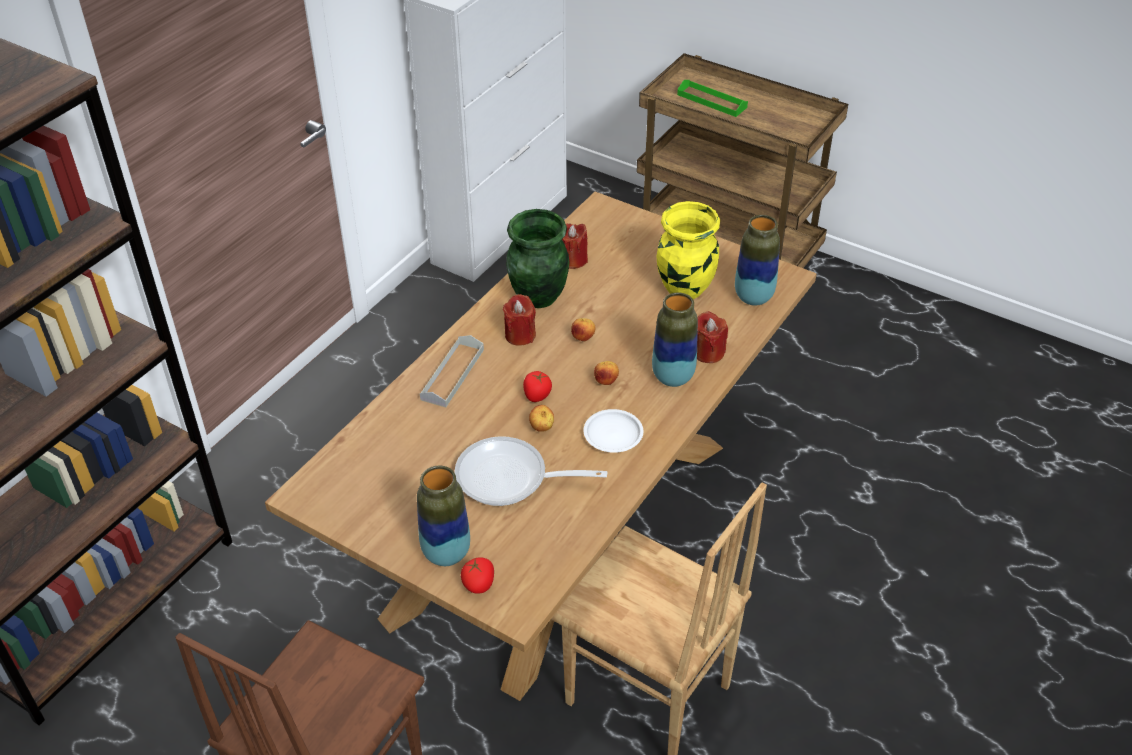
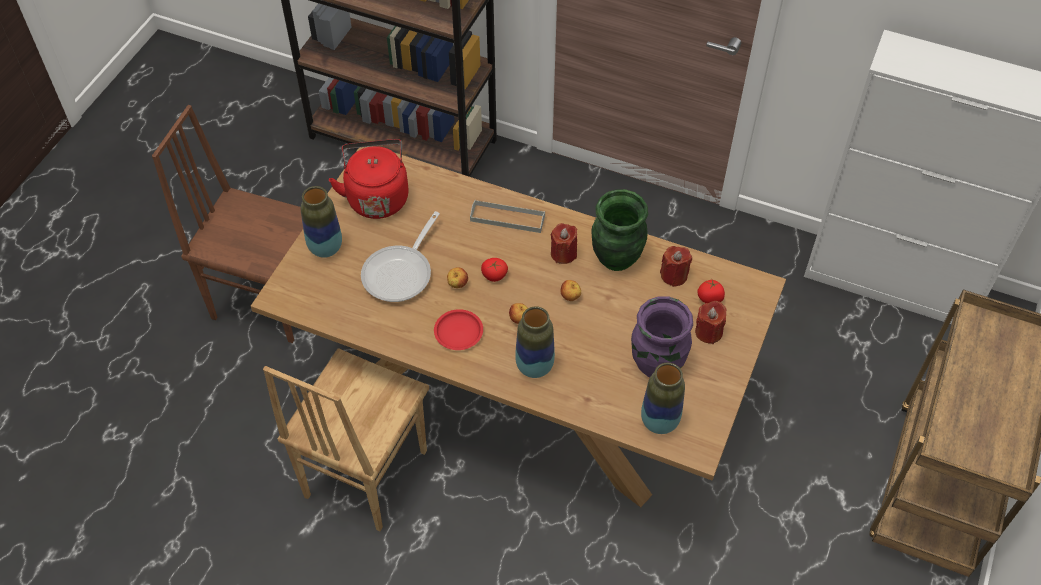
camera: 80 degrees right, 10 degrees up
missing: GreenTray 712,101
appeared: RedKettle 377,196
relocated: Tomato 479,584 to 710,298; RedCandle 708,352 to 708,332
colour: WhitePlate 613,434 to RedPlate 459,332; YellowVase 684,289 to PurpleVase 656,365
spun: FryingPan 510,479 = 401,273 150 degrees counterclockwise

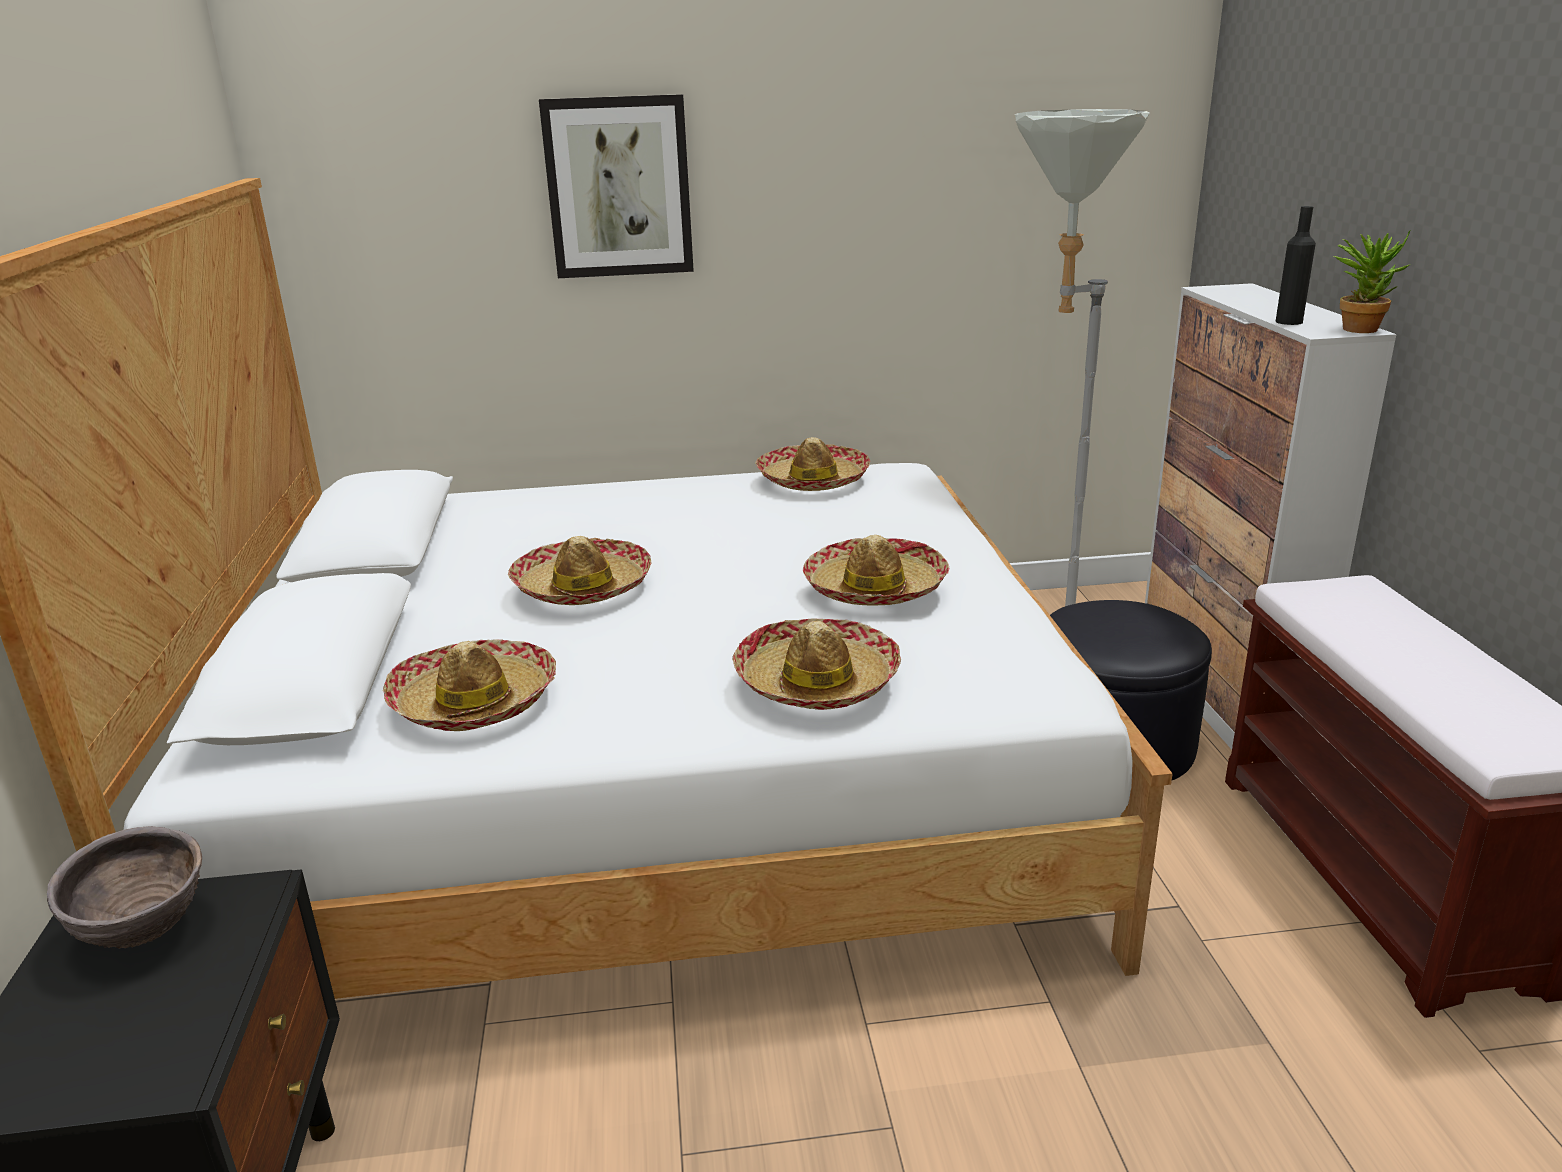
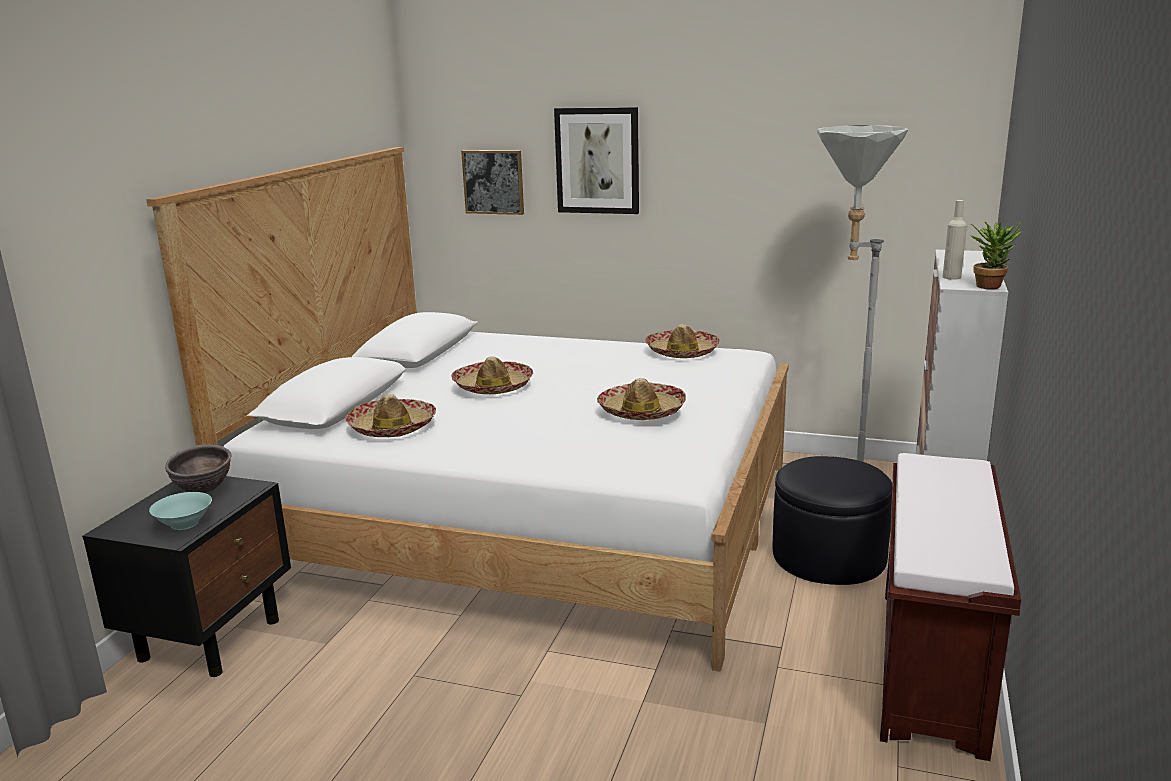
camera: 25 degrees right, 5 degrees down
missing: Hat 817,681
appeared: TurquoiseBowl 184,523; Picture 493,182
colour: BlackBottle 1289,322 to BeigeBottle 951,277

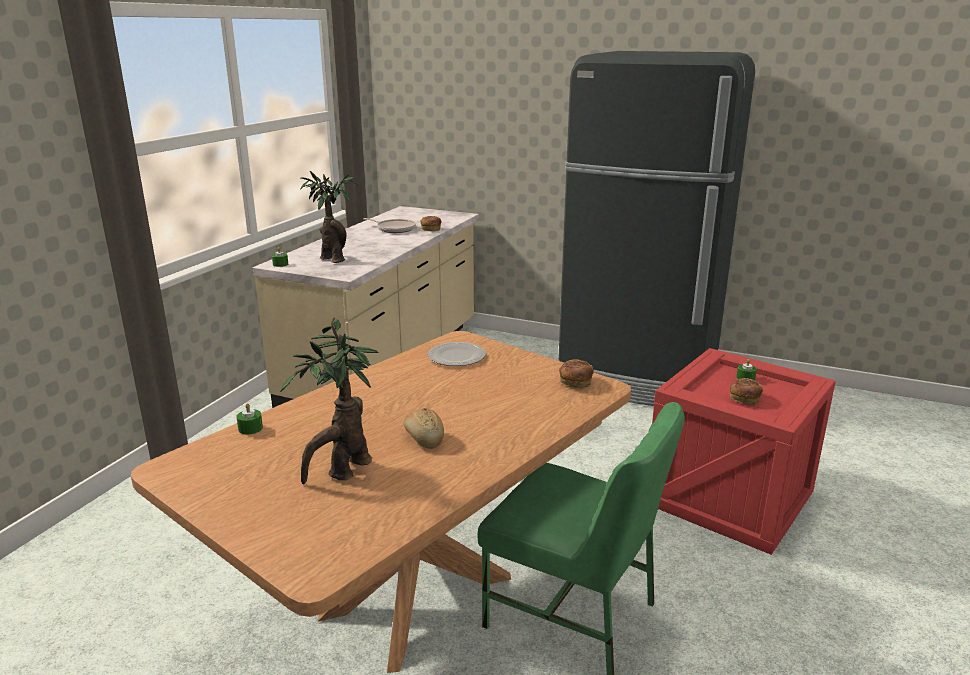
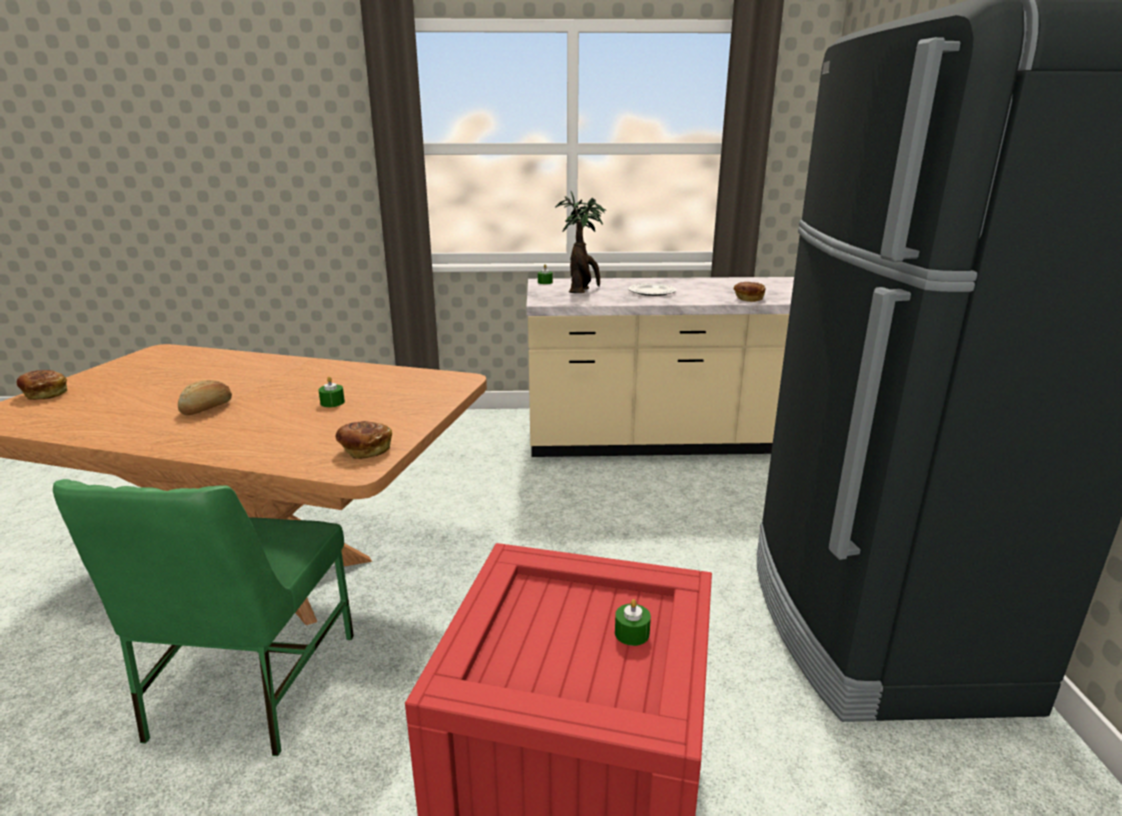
camera: 65 degrees right, 0 degrees up
missing: PottedPlant 343,471; FryingPan 394,229
relocated: GreenCandle 250,428 to 332,402; Plate 456,356 to 652,291; Bread 744,399 to 45,394

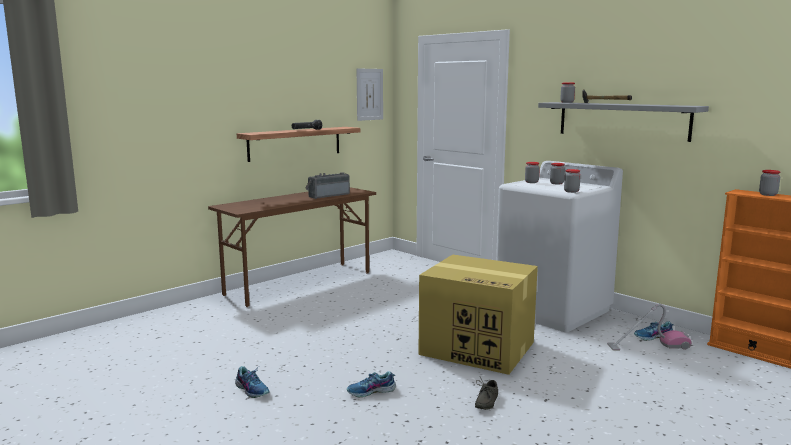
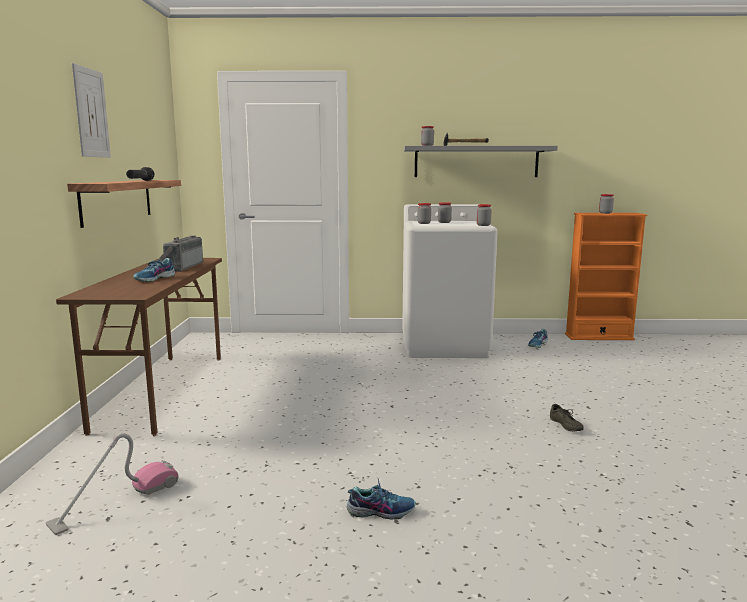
camera: 45 degrees left, 0 degrees up
missing: CardboardBox 478,348
relocated: Shoe 371,391 to 155,278; Picture 369,94 to 91,113; VacuumCleaner 648,346 to 116,502

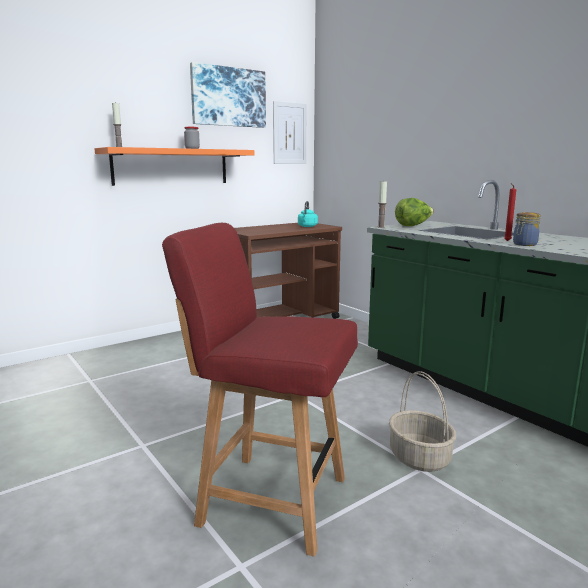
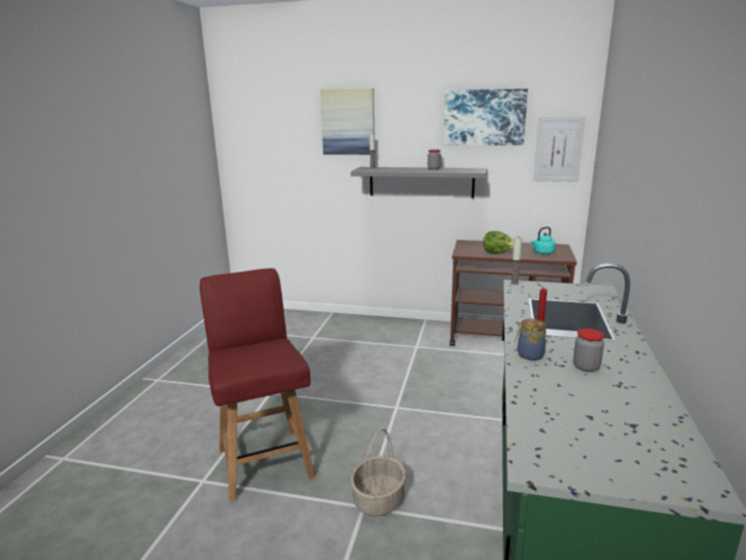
camera: 50 degrees right, 5 degrees up
appeared: Picture 348,122; Jar 586,367
relocated: Lettuce 413,226 to 498,253
colour: OrangeShelf 171,167 to GreyShelf 421,182

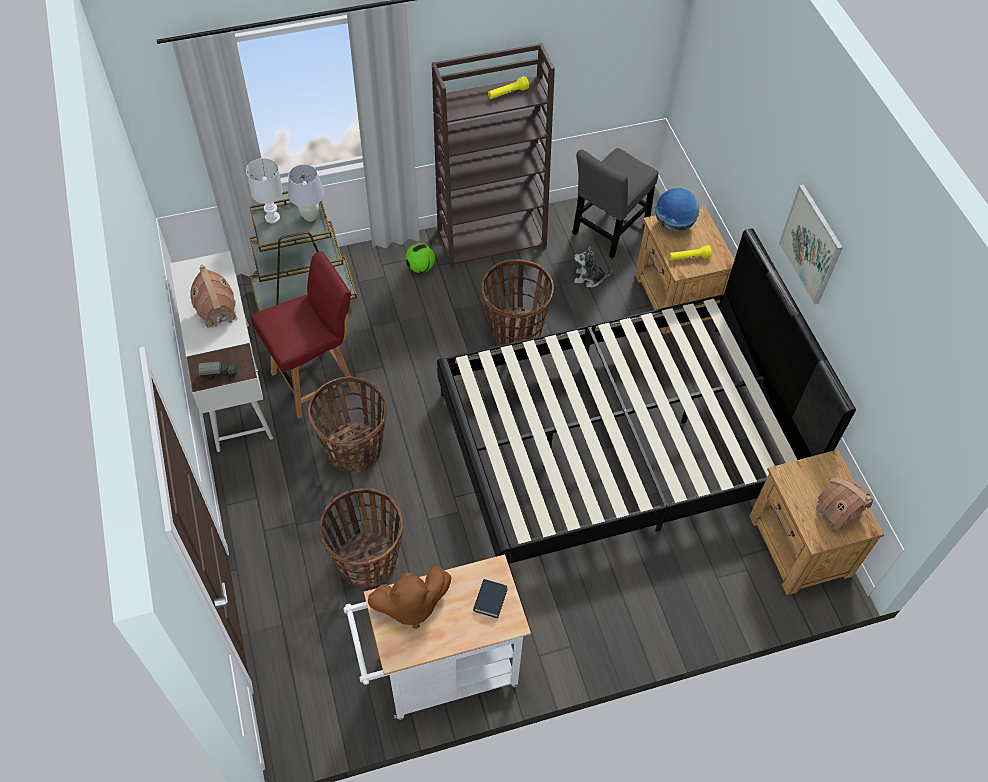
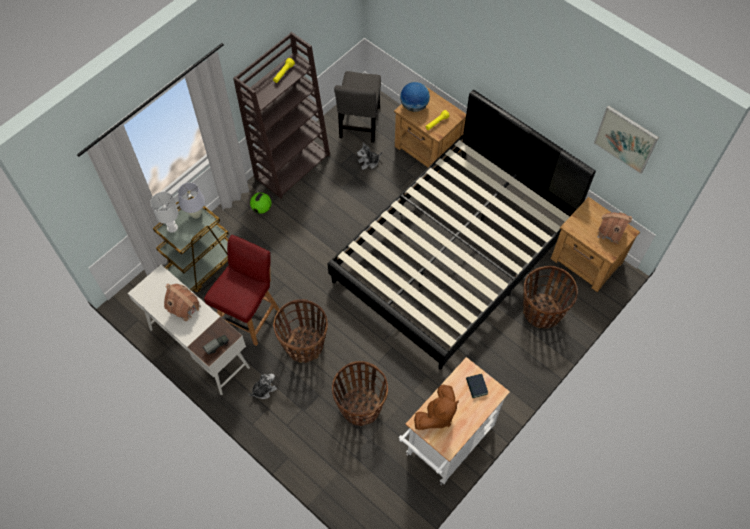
camera: 30 degrees left, 5 degrees up
appeared: PlushToy 264,389
relocated: Basket 515,330 to 542,312; Picture 811,244 to 625,139

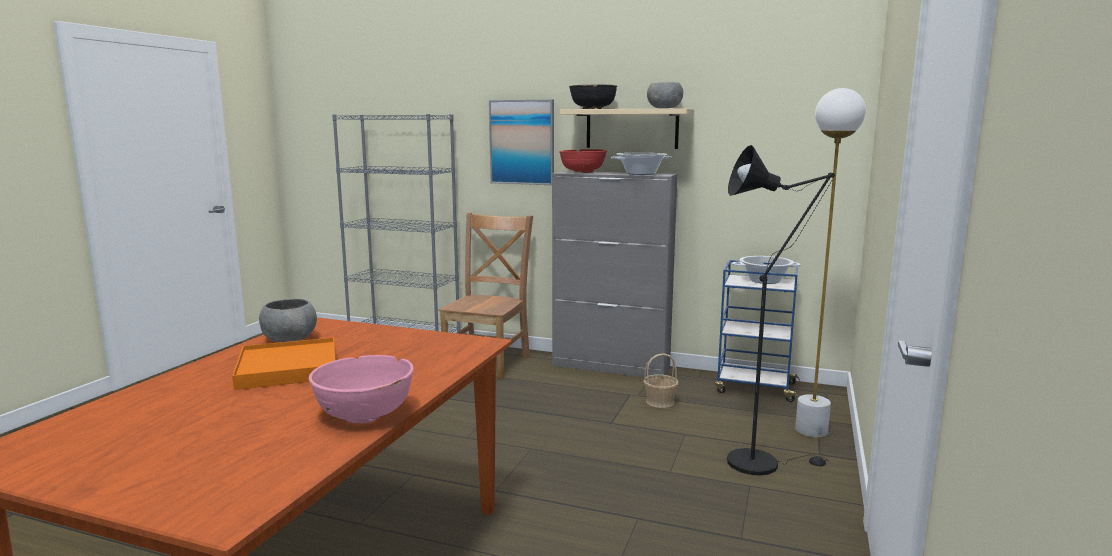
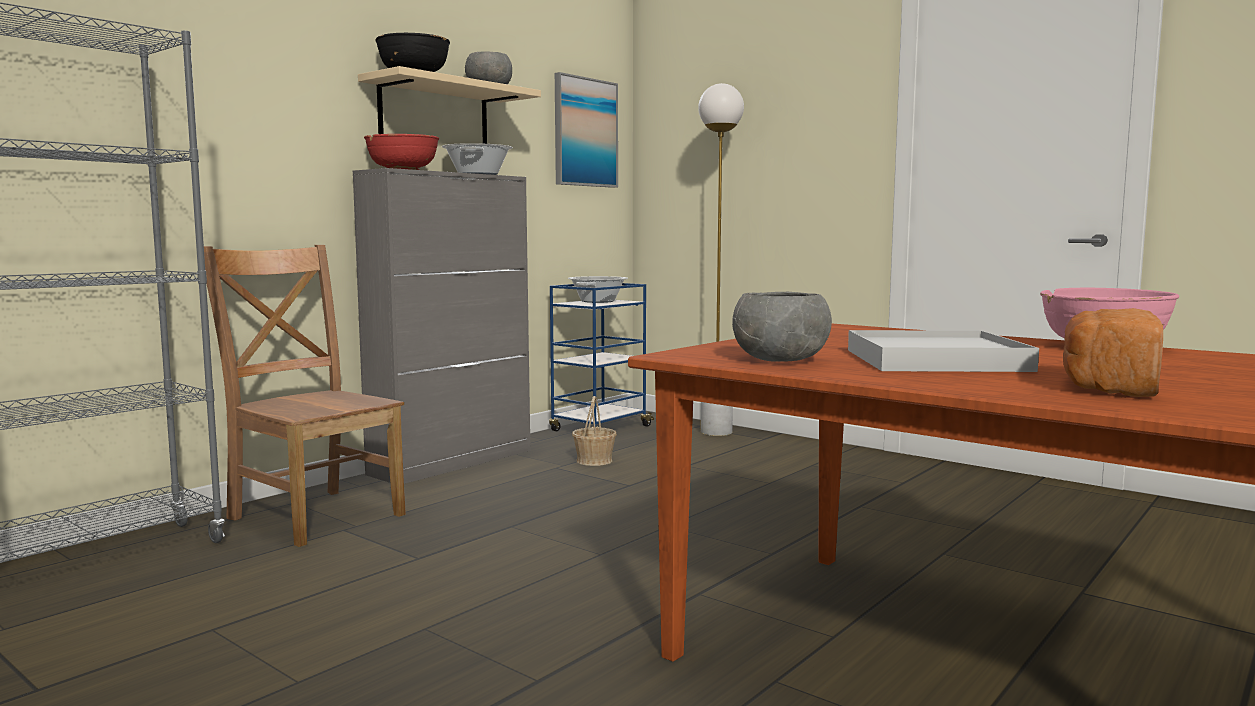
camera: 70 degrees left, 5 degrees down
missing: BlackFloorLamp 761,462
appeared: Bread 1105,385
relocated: Picture 522,142 to 585,132
colour: OrangeTray 288,368 to WhiteTray 935,360

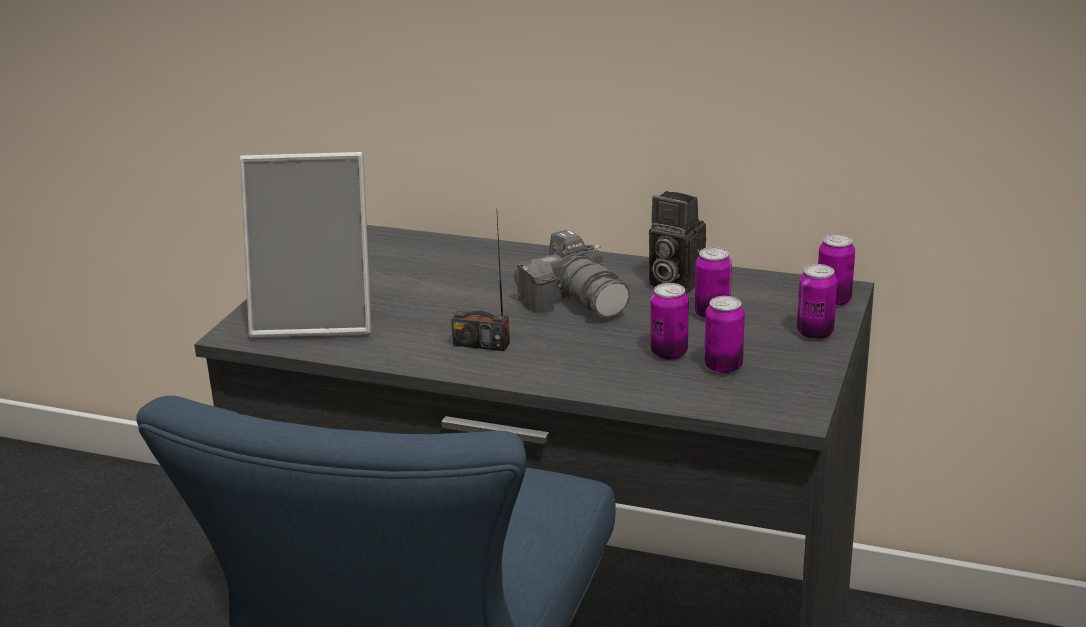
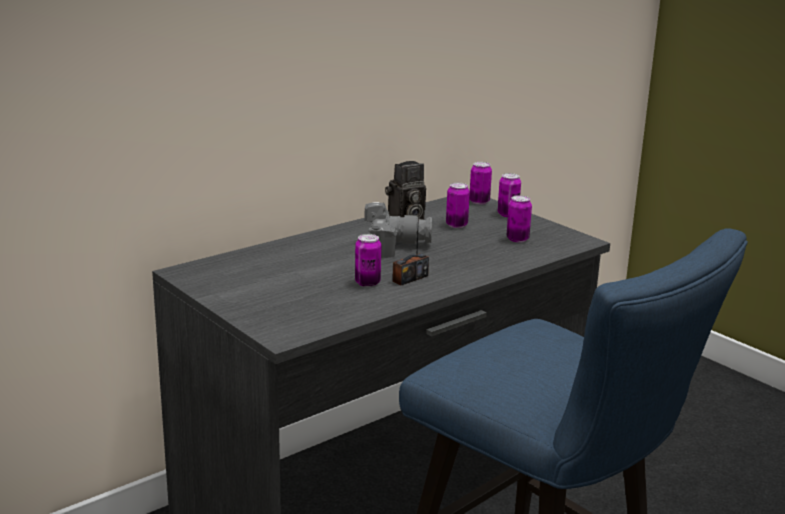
camera: 60 degrees left, 5 degrees down
missing: PictureFrame 317,317
relocated: Can 669,353 to 367,283

